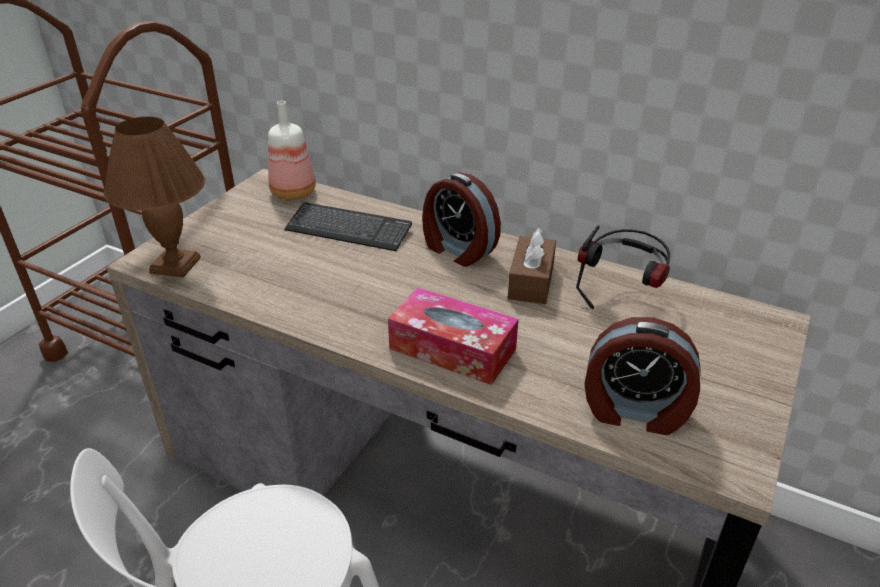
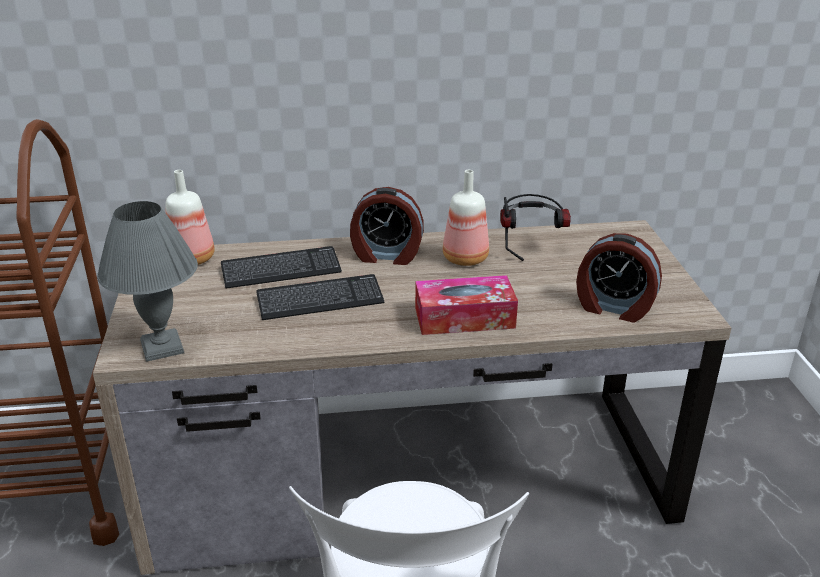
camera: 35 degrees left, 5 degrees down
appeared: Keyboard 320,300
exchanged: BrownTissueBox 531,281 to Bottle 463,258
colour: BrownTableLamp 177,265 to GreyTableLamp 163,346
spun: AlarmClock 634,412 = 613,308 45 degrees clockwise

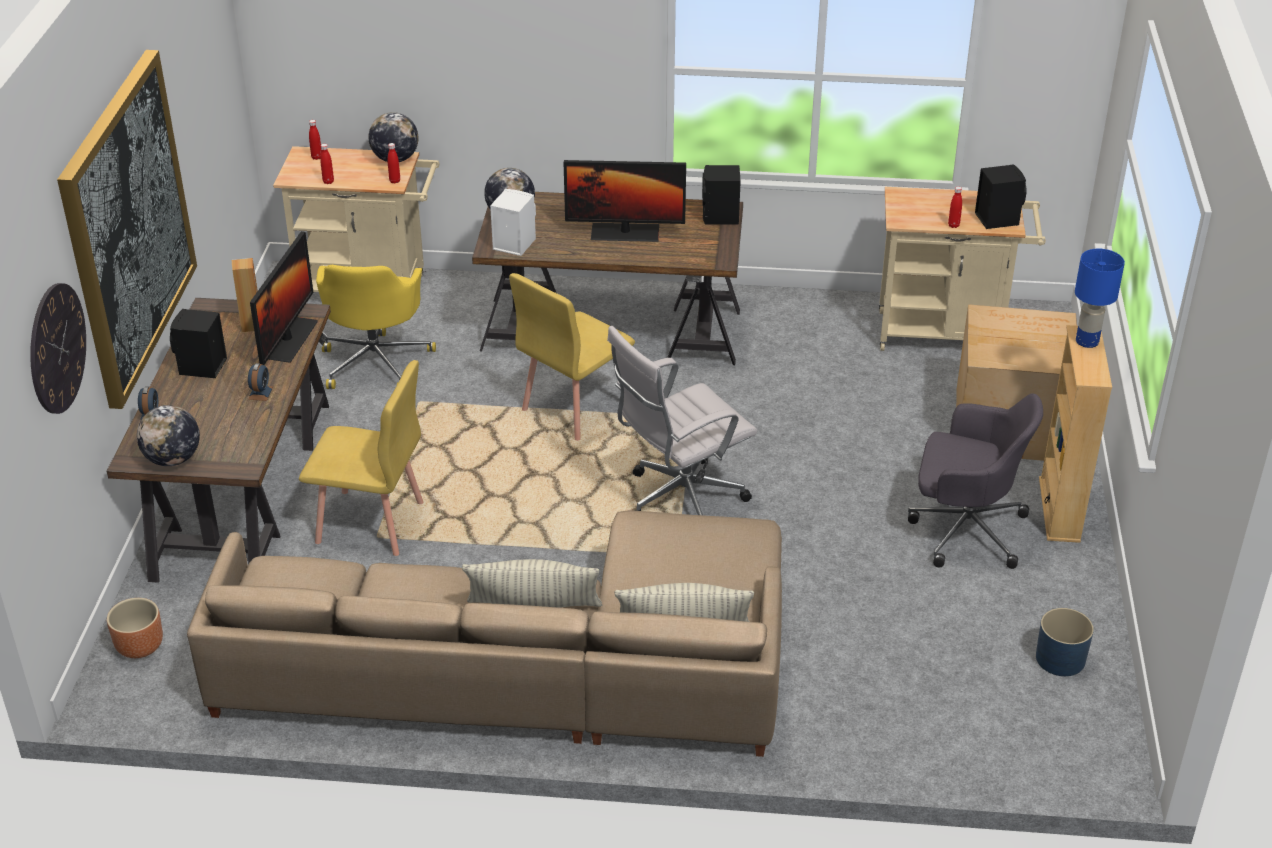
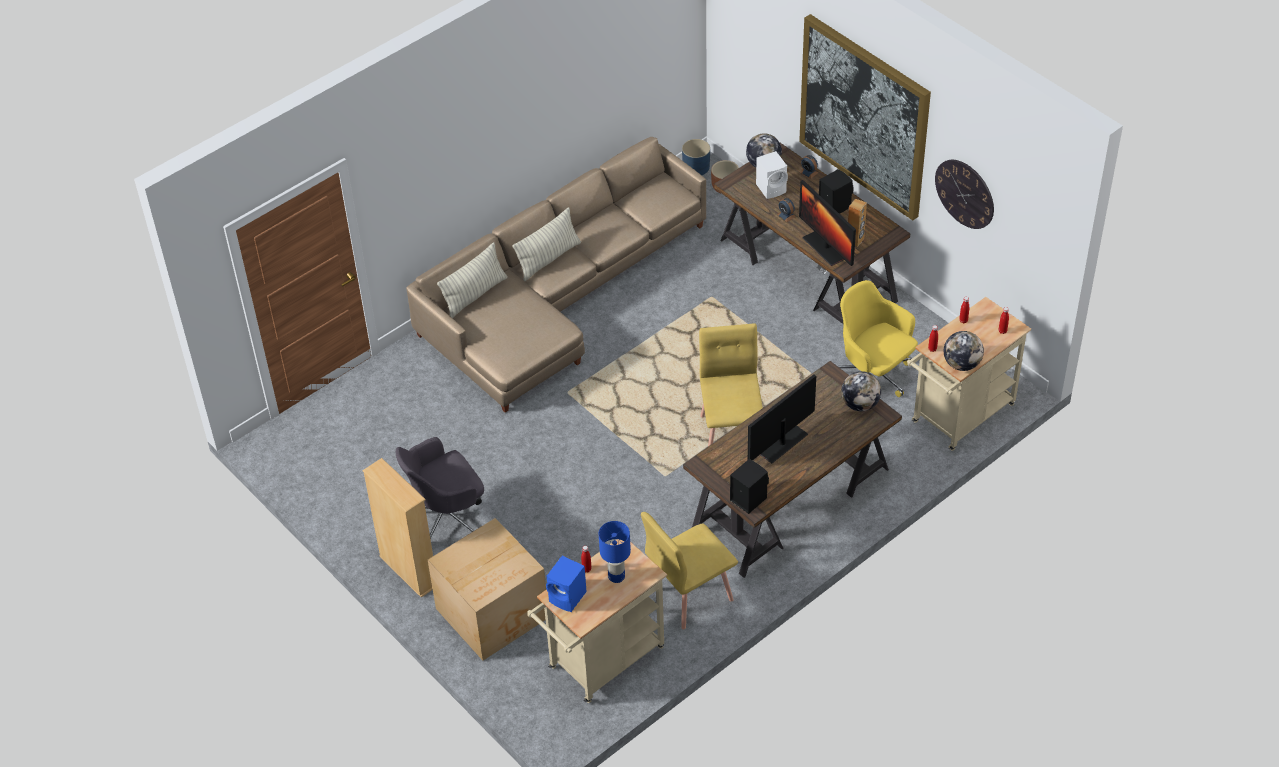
camera: 135 degrees right, 10 degrees up
missing: WhiteOfficeChair 679,501
relocated: WallClock 57,348 to 965,193; YellowChair 371,523 to 690,595; WhiteSpeaker 513,244 to 772,188; BluePlanter 1060,659 to 696,167; BlueTableLamp 1087,341 to 616,577
colour: BlackSpeaker 996,218 to BlueSpeaker 568,597

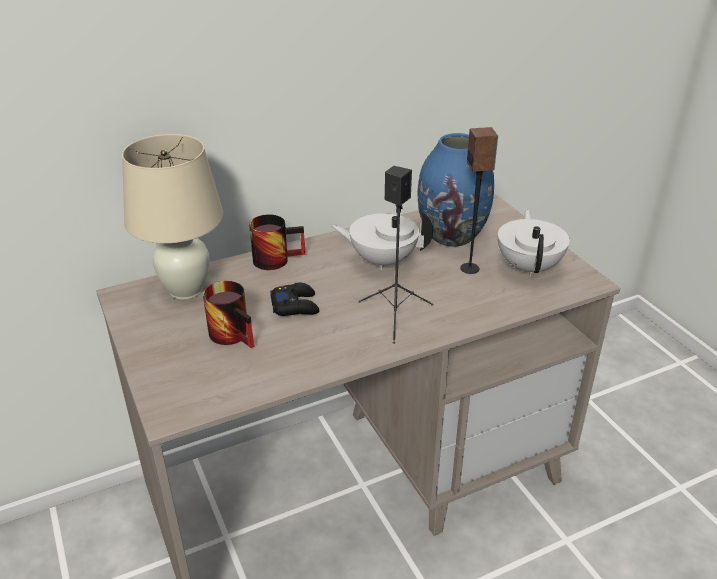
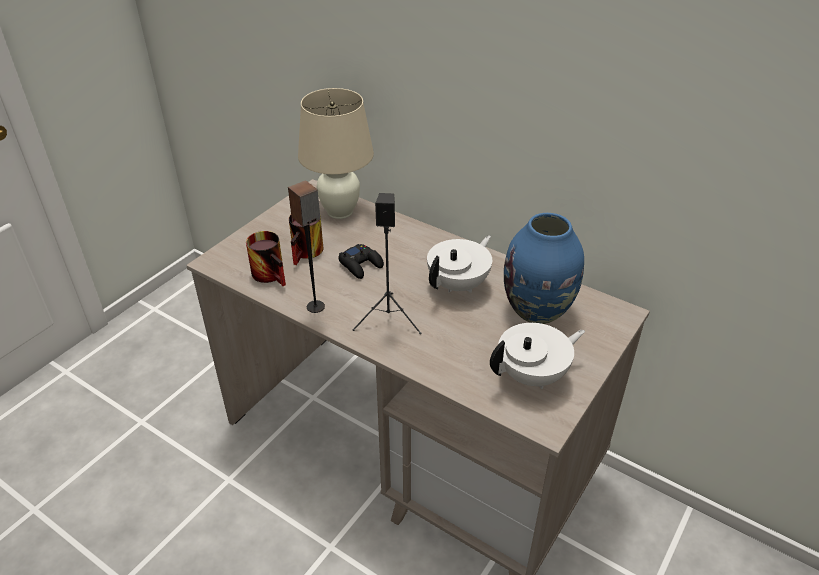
camera: 60 degrees right, 5 degrees up
relocated: Mug 276,258 to 273,274; Speaker 470,268 to 315,307
spun: WhiteTeapot 382,260 = 459,284 60 degrees clockwise

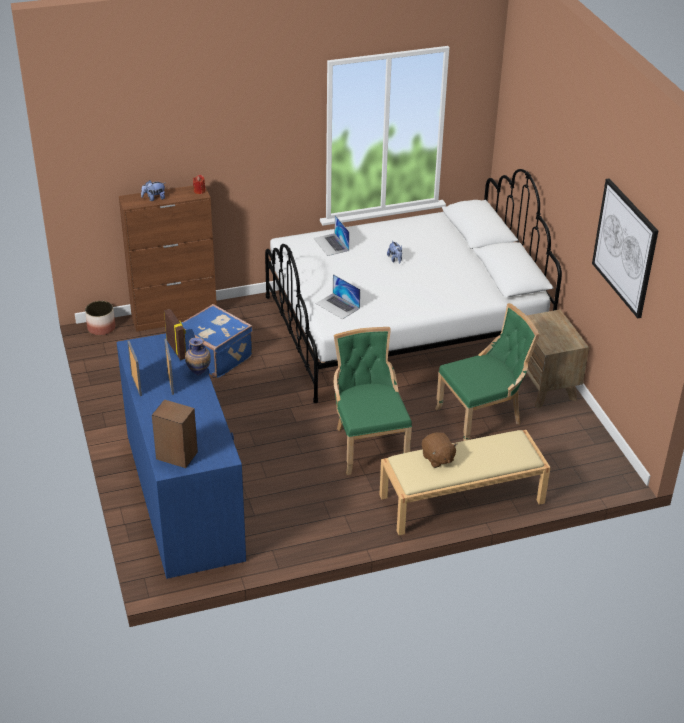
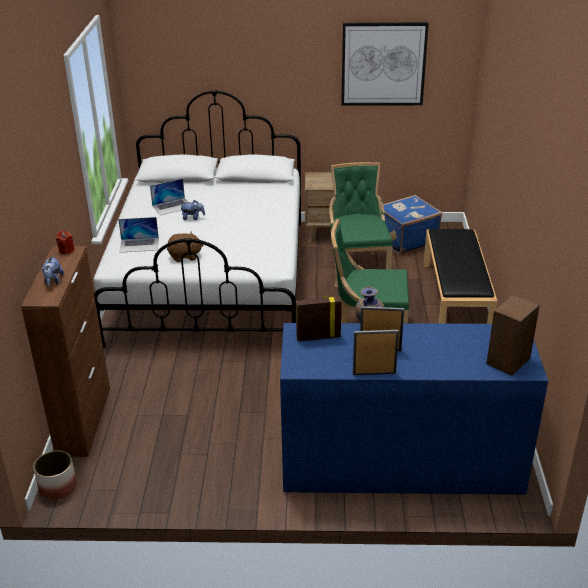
camera: 70 degrees left, 5 degrees down
relocated: BlueSuitcase 216,356 to 405,239; Laptop 337,306 to 172,206; BrownPlushToy 437,458 to 185,256
colour: BeigeBench 461,500 to BlackBench 456,299

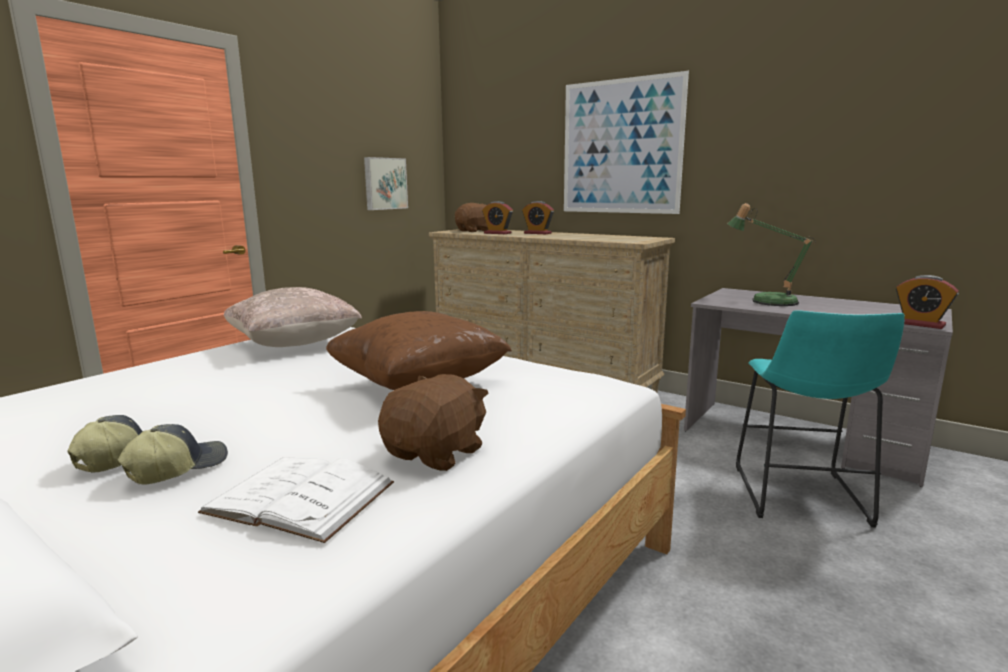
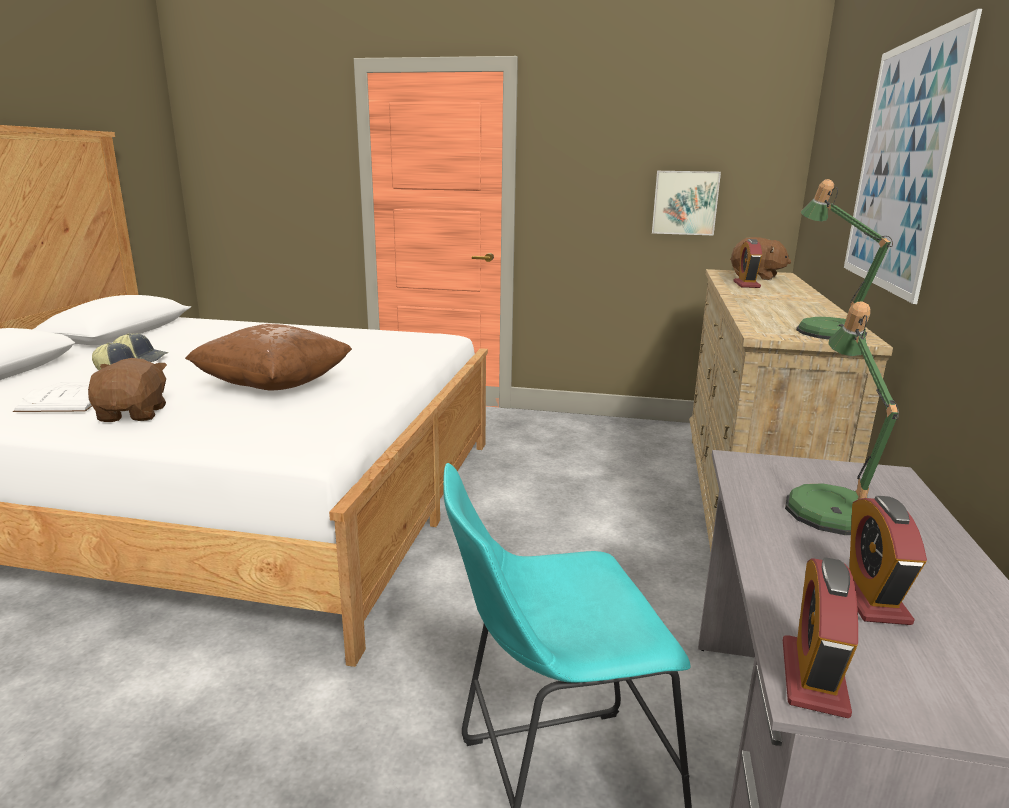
camera: 65 degrees right, 5 degrees up
missing: BeigePillow 294,345
appeared: TableLamp 825,330
relocated: AlarmClock 537,233 to 870,598
spun: BrownPlushToy 436,453 = 134,414 105 degrees counterclockwise

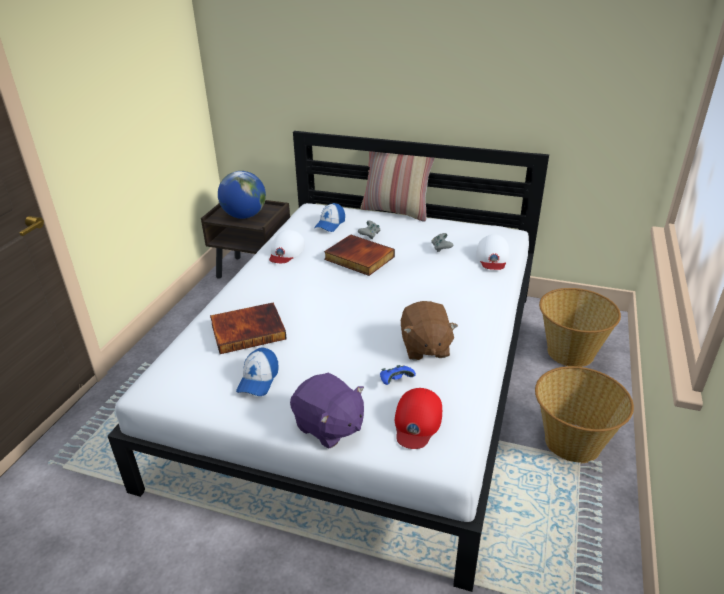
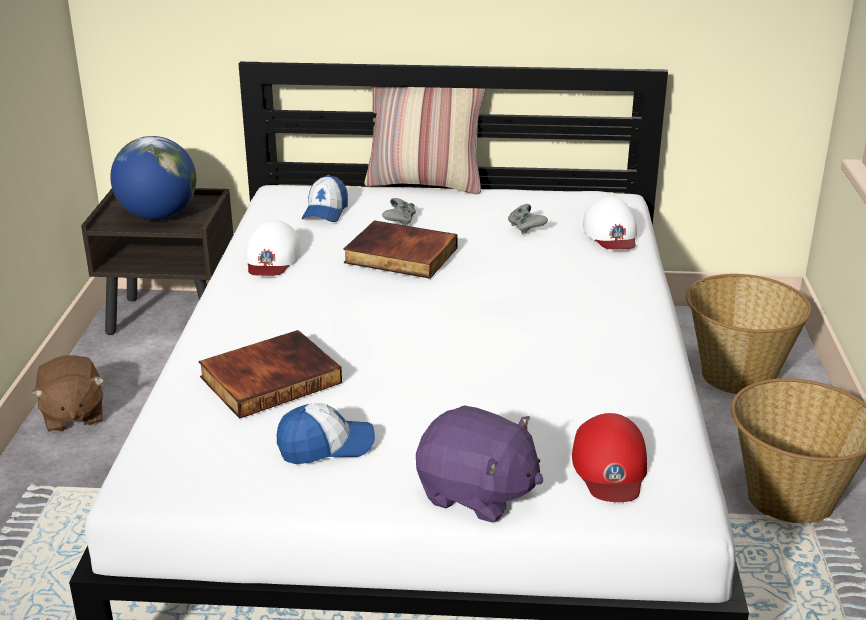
camera: 15 degrees left, 5 degrees down
missing: BlueGameController 395,381
relocated: BrownPlushToy 425,347 to 72,416
spun: Cap 258,380 = 326,446 105 degrees counterclockwise

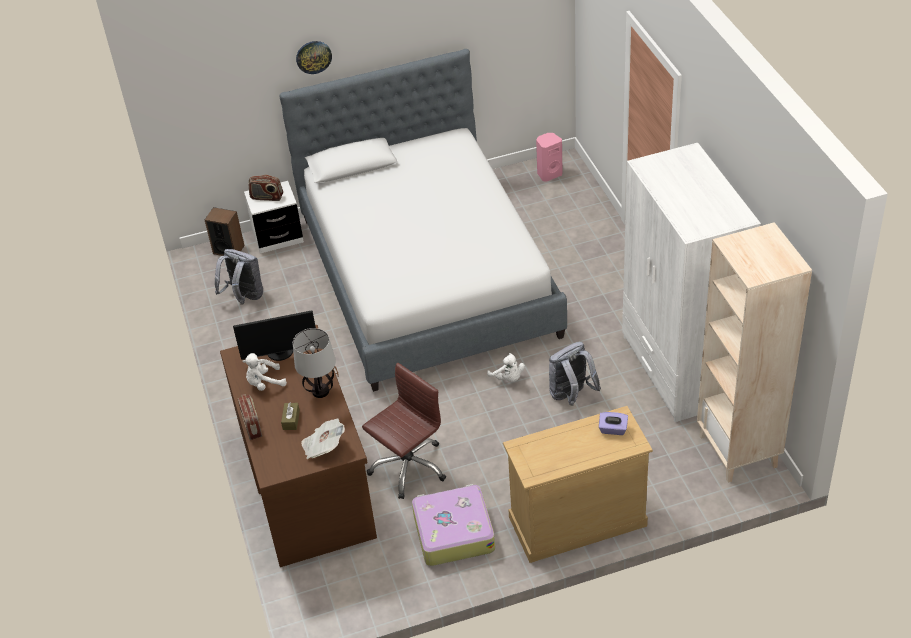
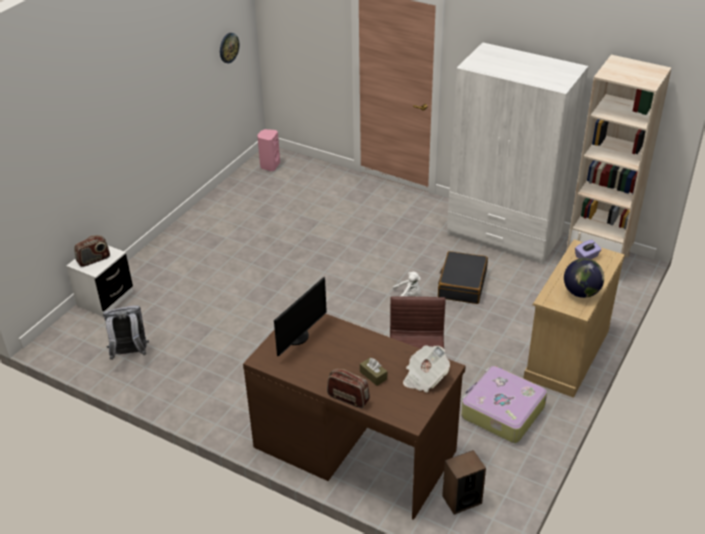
camera: 45 degrees left, 5 degrees down
missing: WhitePlushToy 264,383; Bed 427,275; TableLamp 321,392
appeared: Globe 581,292
relocated: Speaker 228,249 to 461,499; WallClock 313,57 to 228,47
exchanged: GreyBackpack 571,396 to BlackSuitcase 462,284

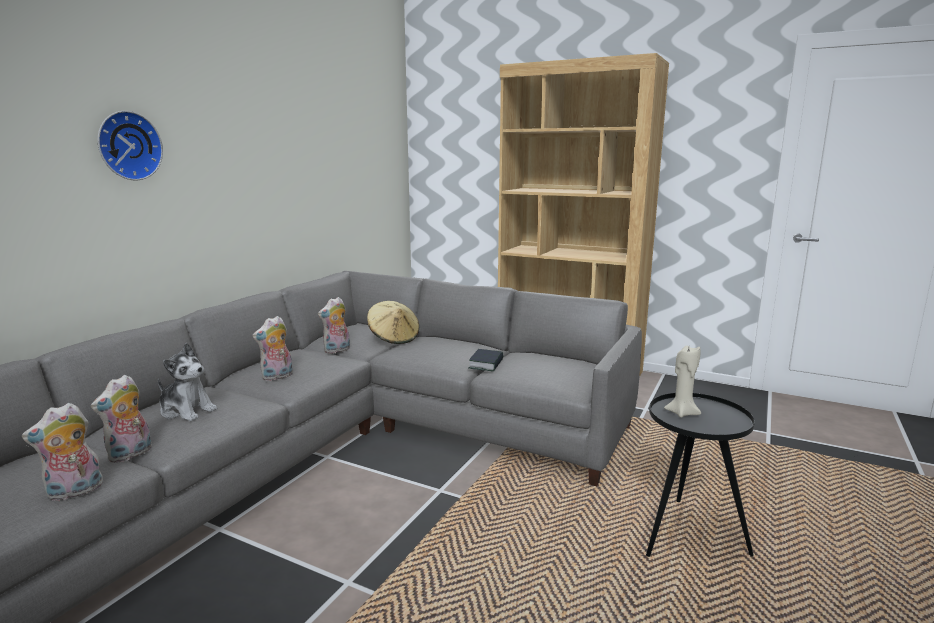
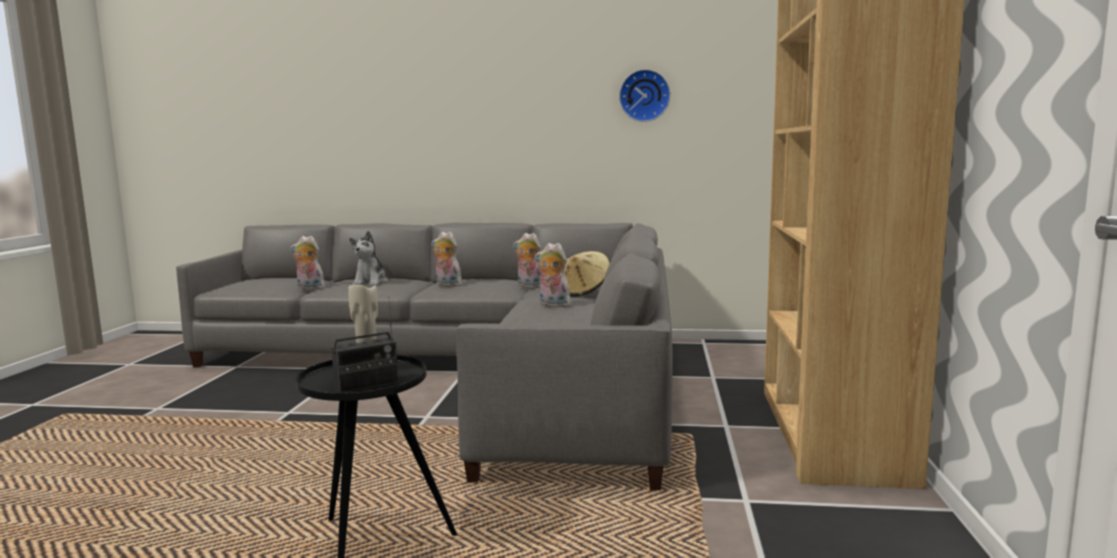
camera: 70 degrees right, 5 degrees down
missing: Book 486,364
appeared: Radio 366,384
relocated: PlushToy 74,492 to 552,305; WallClock 128,146 to 644,96

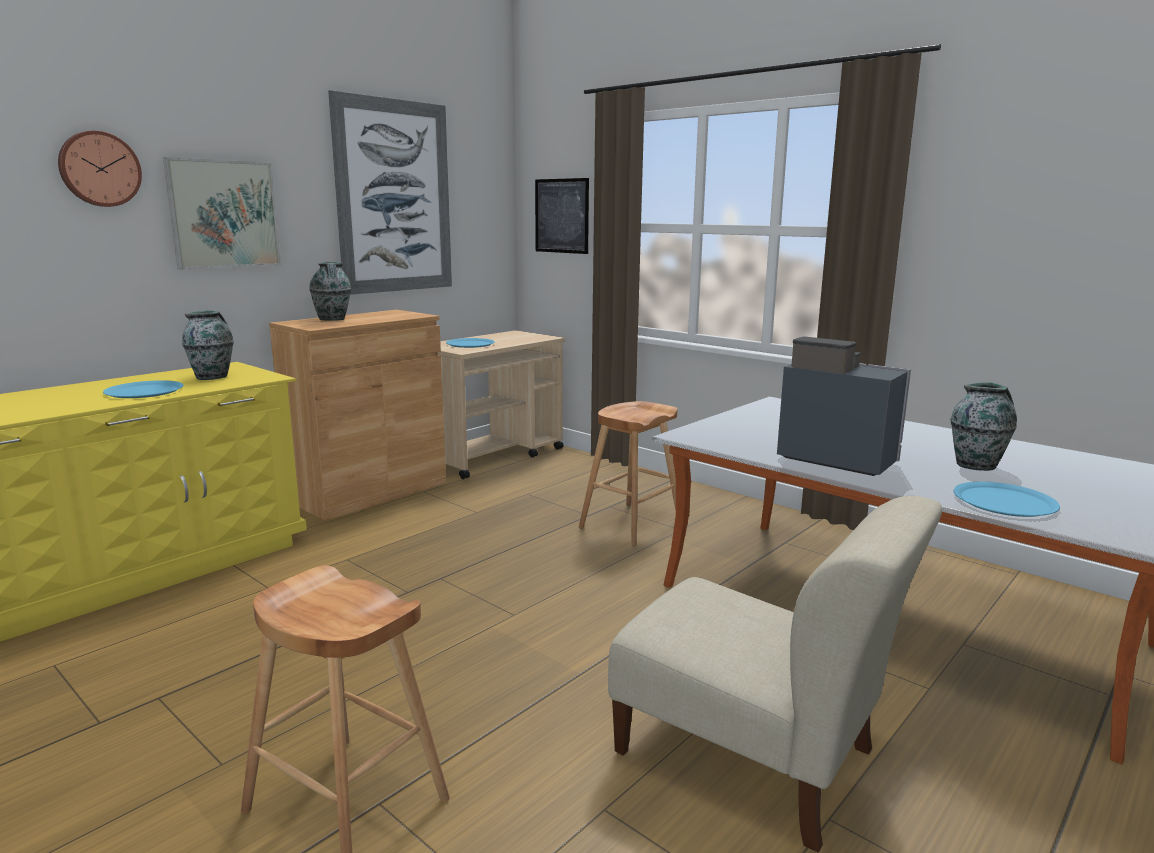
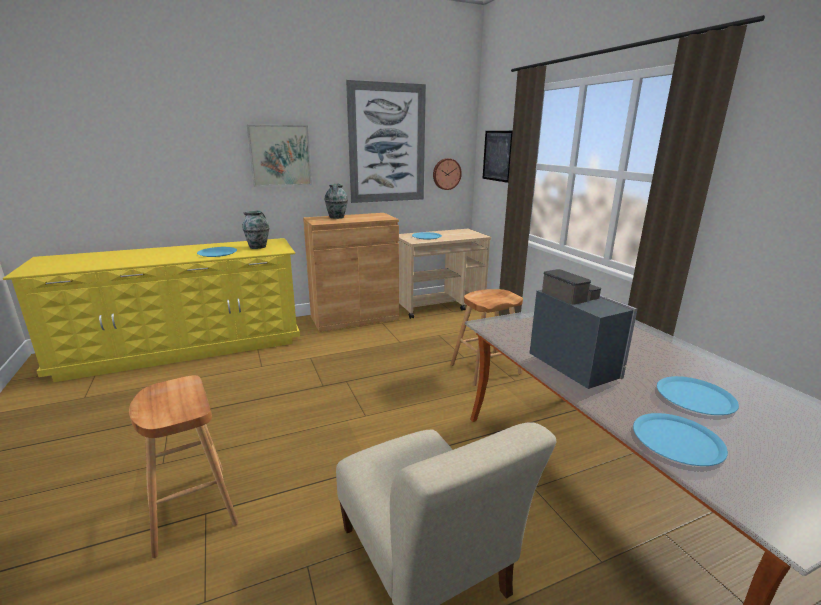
camera: 25 degrees right, 5 degrees up
relocated: WallClock 99,169 to 446,174
exchanged: Vase 977,465 to BluePlate 695,397

